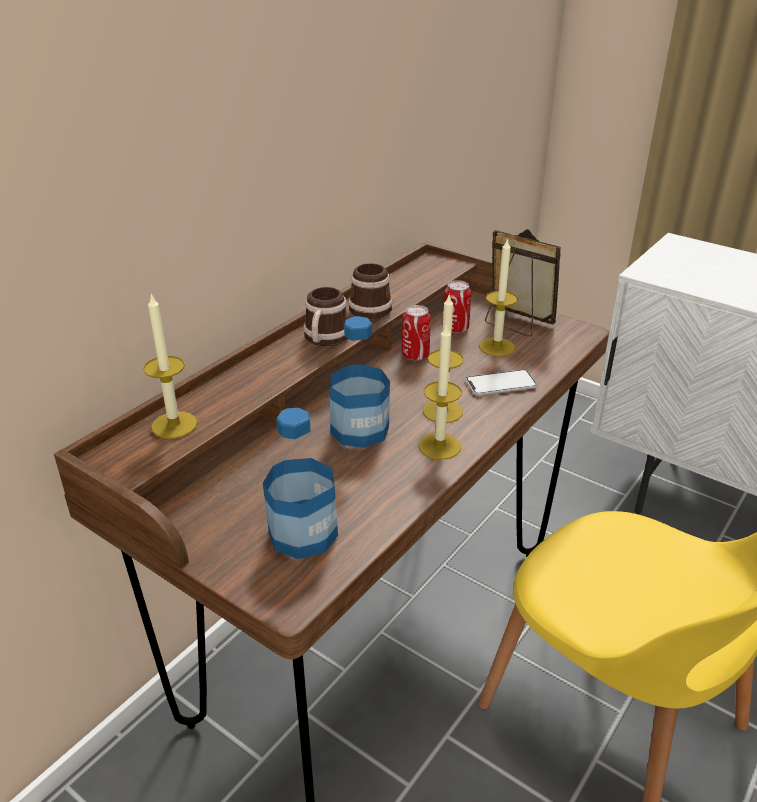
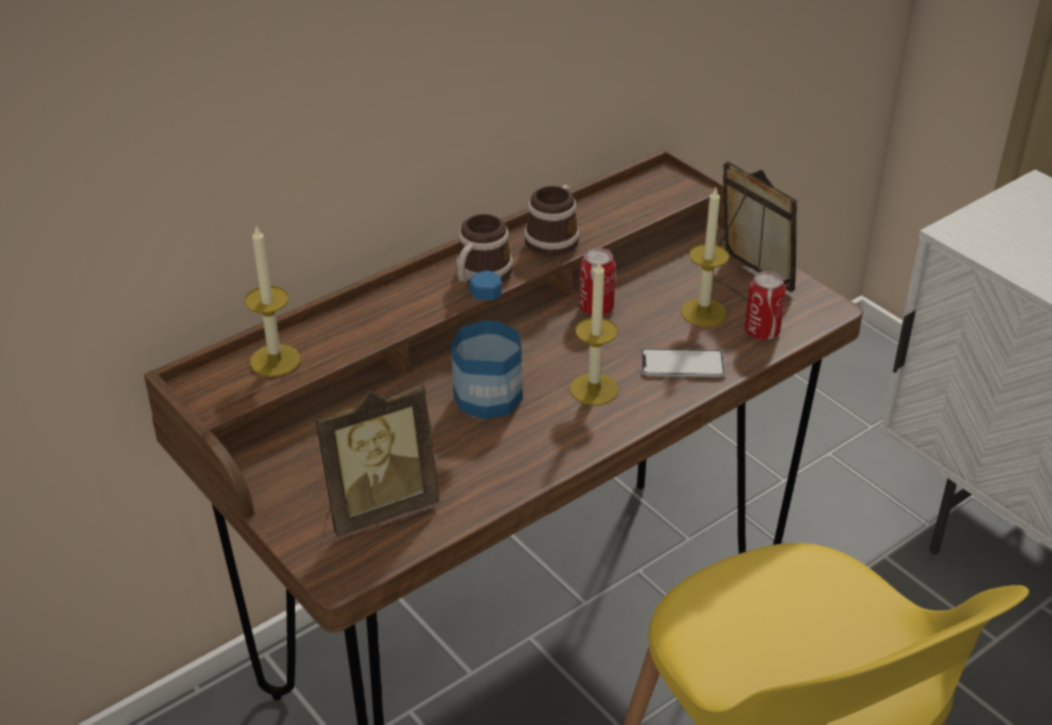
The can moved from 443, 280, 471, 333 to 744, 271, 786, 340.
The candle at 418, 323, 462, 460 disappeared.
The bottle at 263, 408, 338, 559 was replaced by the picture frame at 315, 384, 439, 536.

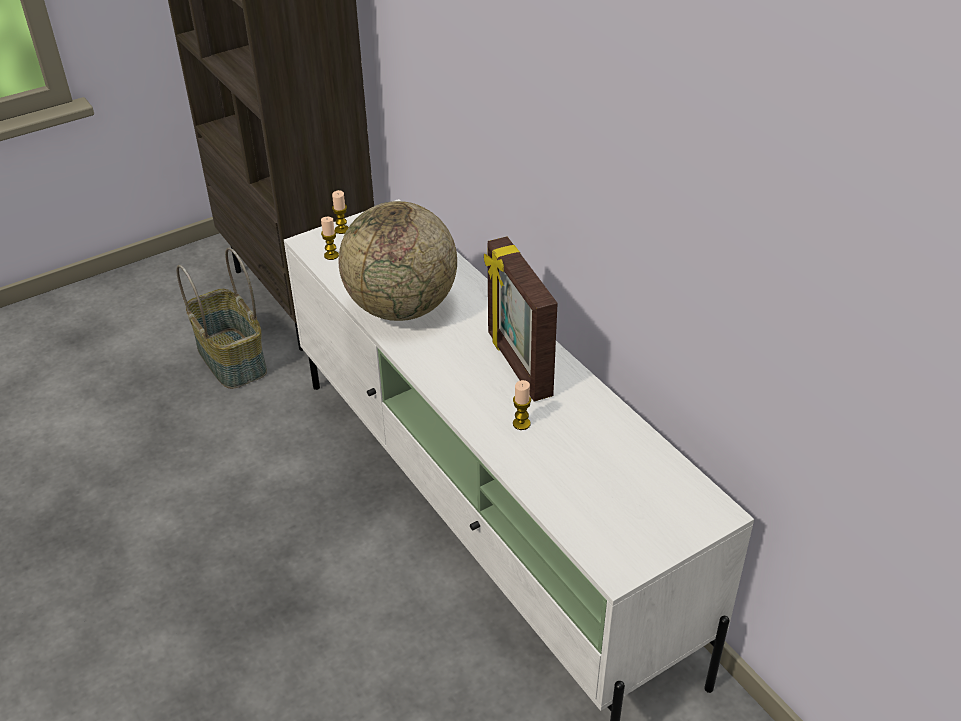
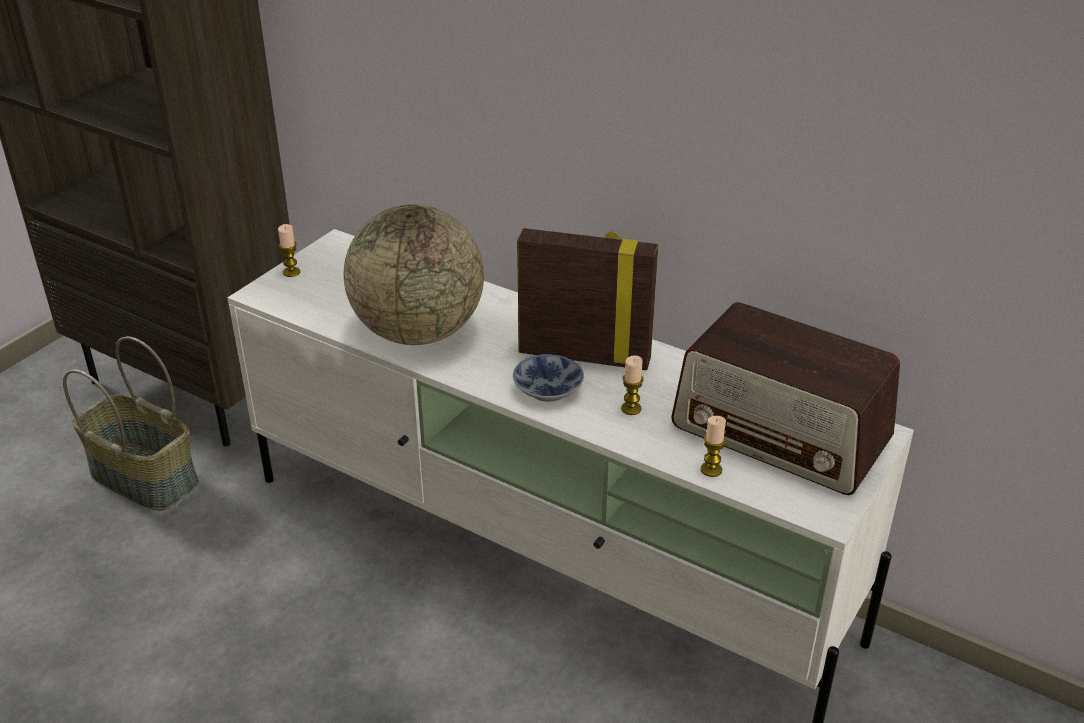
The candle moved from 321, 217, 339, 260 to 701, 416, 726, 477.
The picture frame at 484, 237, 558, 401 turned 150 degrees clockwise.
The radio at 671, 302, 900, 495 appeared.
The bowl at 513, 354, 584, 402 appeared.

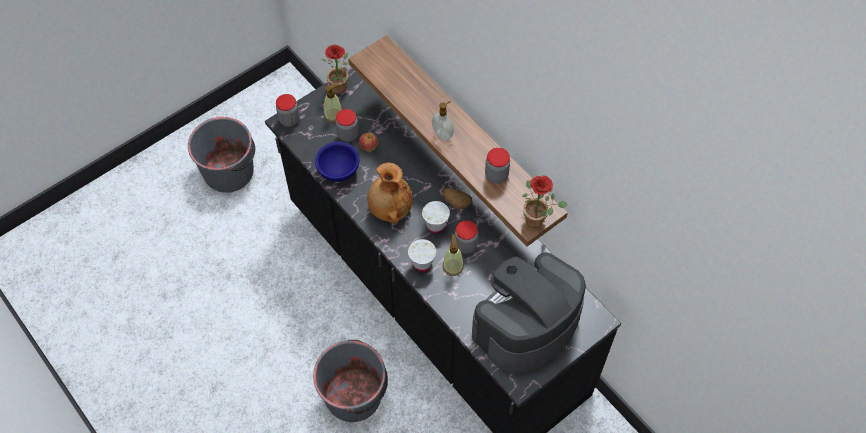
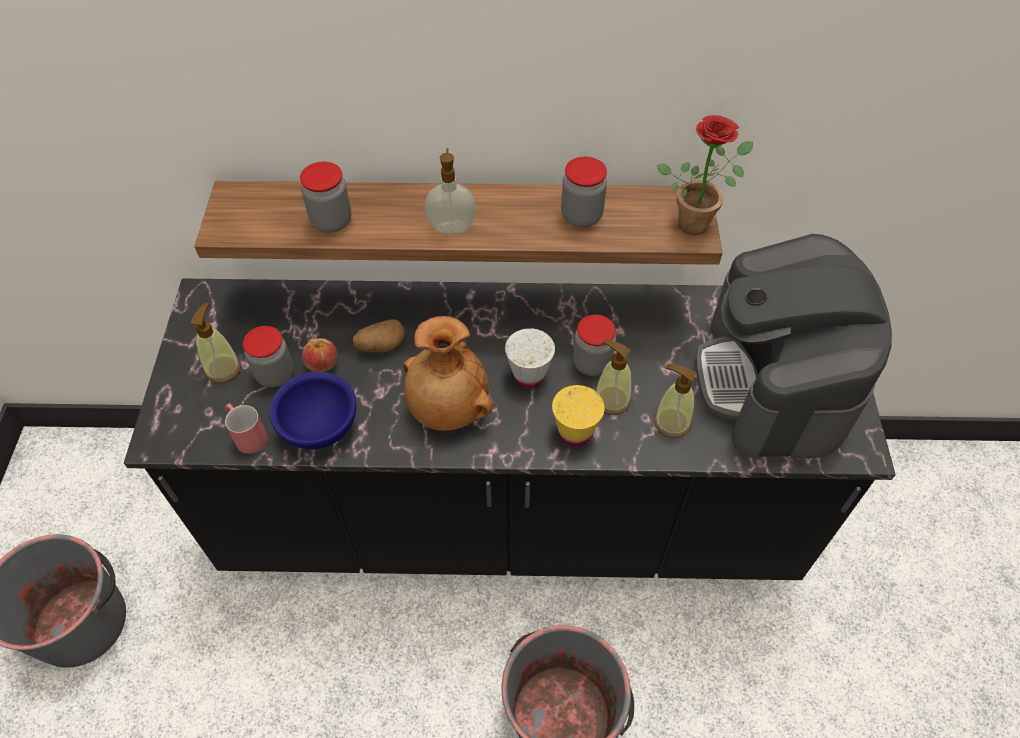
The potted plant at 322, 44, 348, 94 disappeared.
The jar moved from 276, 94, 299, 127 to 300, 162, 351, 233.
The potato moved from 443, 188, 472, 209 to 353, 319, 405, 353.
The white cup at 408, 239, 436, 272 became the yellow cup at 552, 385, 605, 446.
The soap dispenser at 654, 364, 696, 438 appeared.
The red mug at 225, 403, 268, 454 appeared.

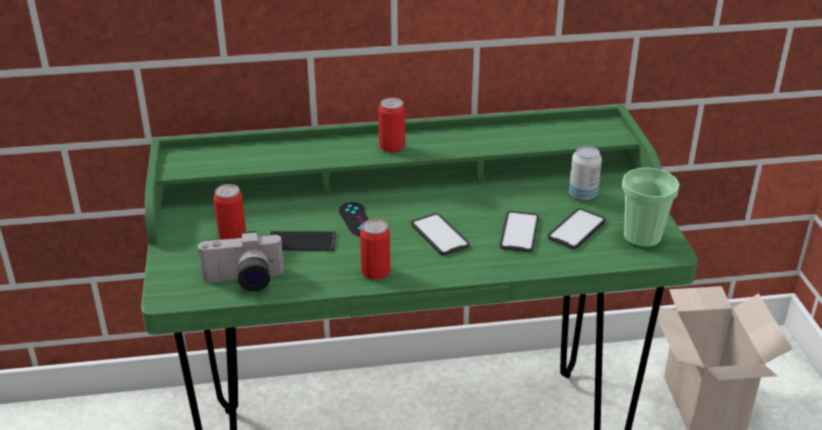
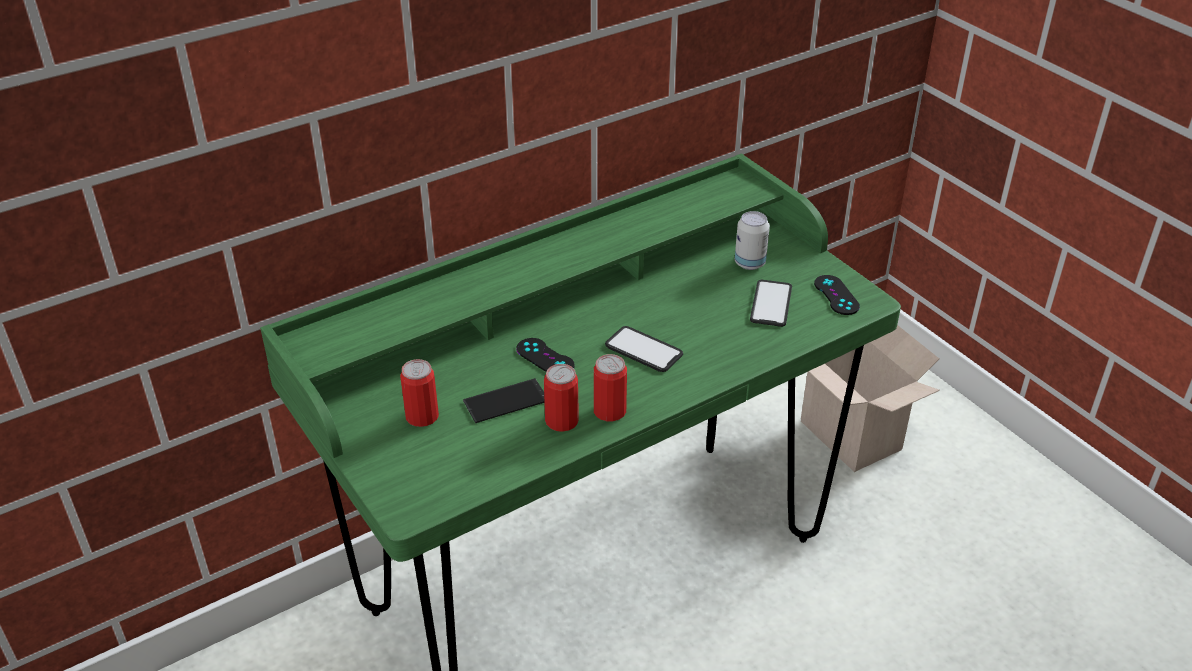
The can moved from 379, 97, 405, 152 to 544, 364, 579, 432.
The cup at 622, 168, 680, 248 was replaced by the black game controller at 814, 275, 860, 315.
The phone at 500, 211, 539, 252 disappeared.
The photo camera at 197, 231, 284, 291 disappeared.

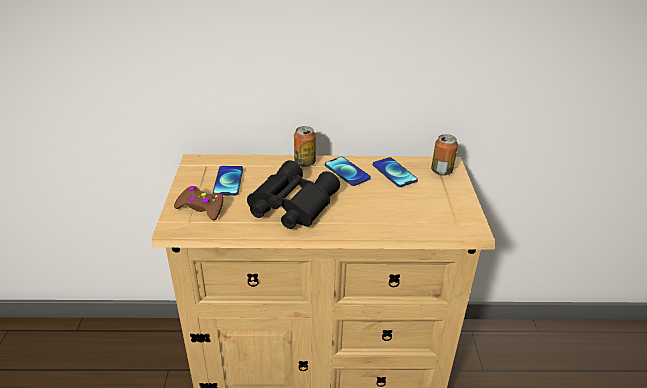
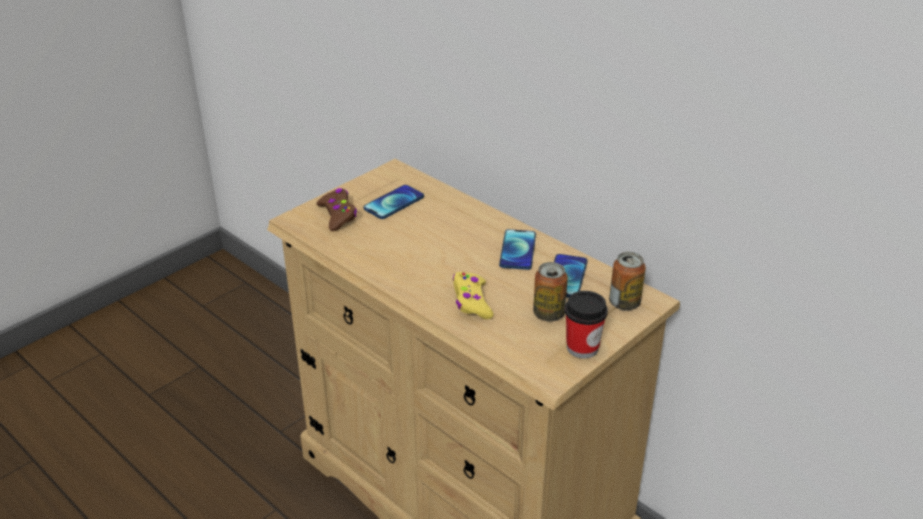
The can moved from 294, 126, 316, 167 to 533, 262, 568, 322.
The black binoculars at 247, 160, 340, 229 disappeared.
The yellow game controller at 453, 272, 493, 319 appeared.
The cup at 565, 291, 608, 359 appeared.

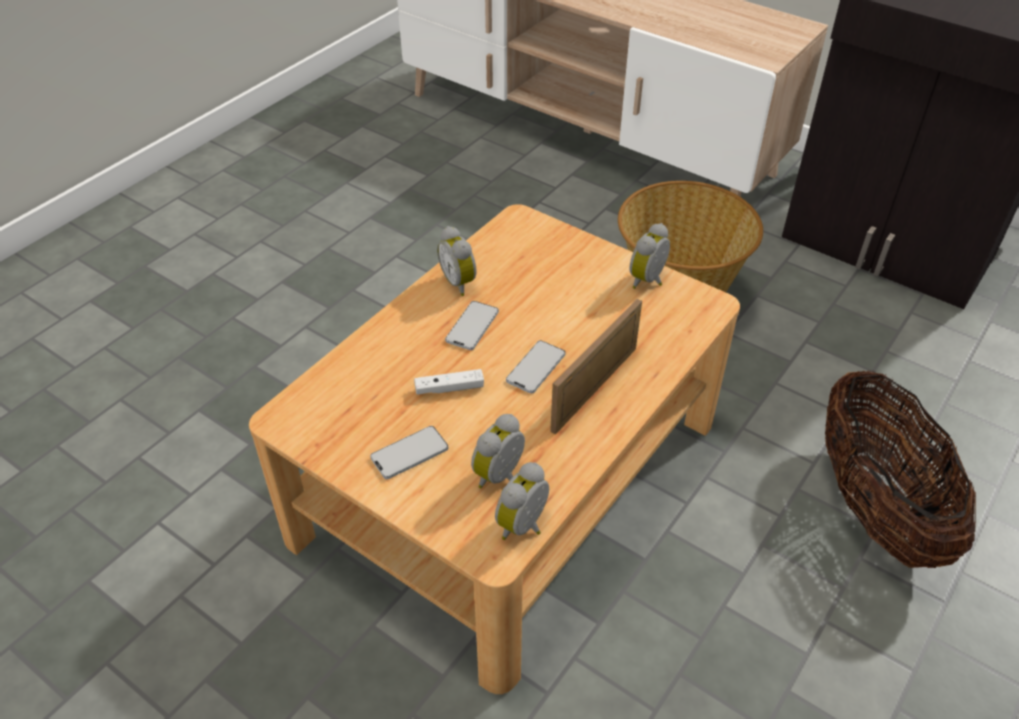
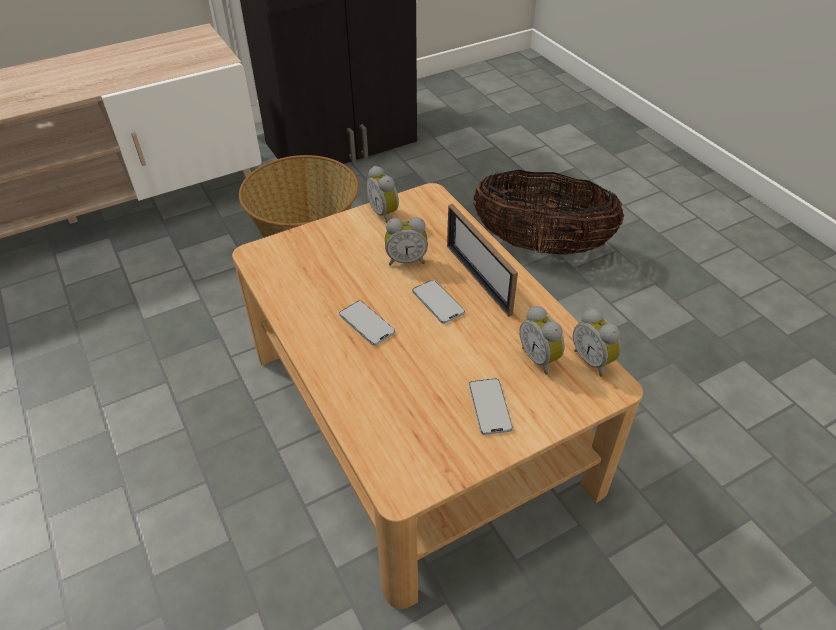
The alarm clock moved from 437, 226, 476, 296 to 385, 217, 428, 266.
The white game controller at 414, 369, 484, 395 disappeared.

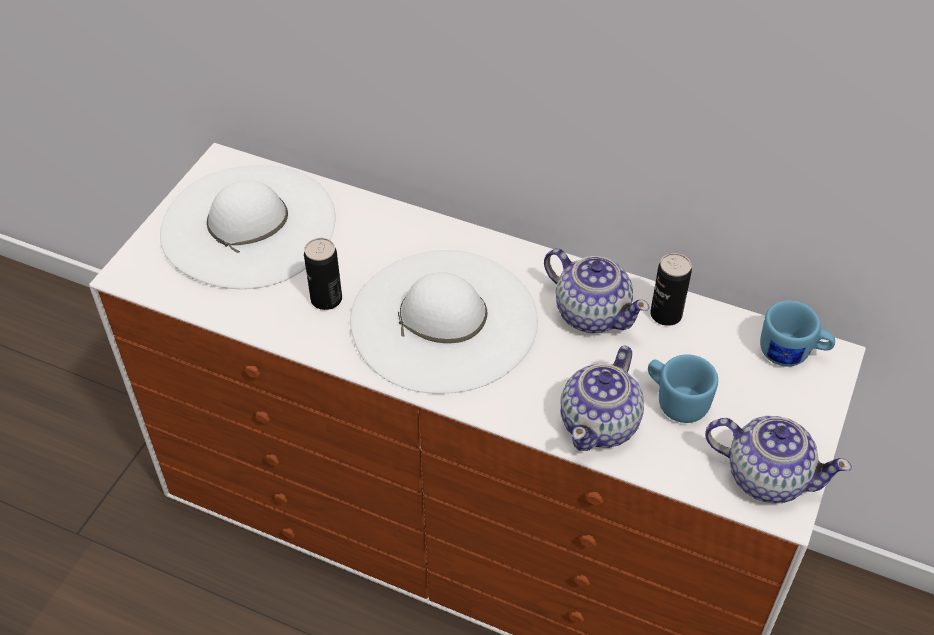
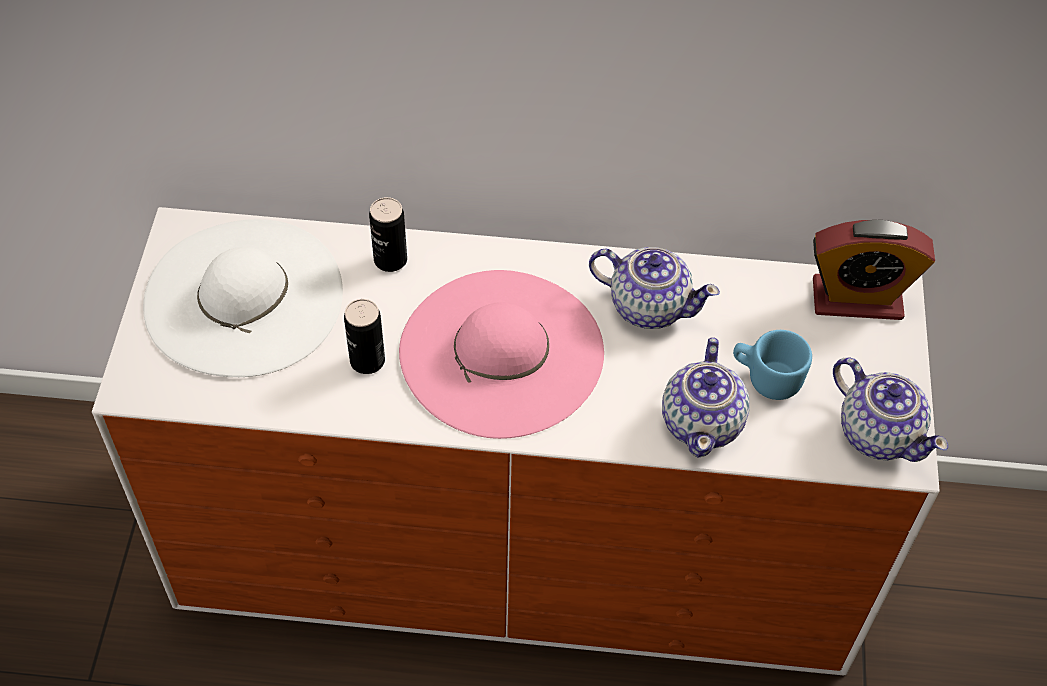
The white hat at 350, 250, 538, 394 became the pink hat at 399, 270, 604, 439.
The can moved from 650, 253, 692, 326 to 369, 197, 407, 272.
The blue mug at 760, 300, 835, 366 was replaced by the alarm clock at 813, 220, 935, 320.
The teapot at 705, 416, 852, 503 turned 45 degrees clockwise.

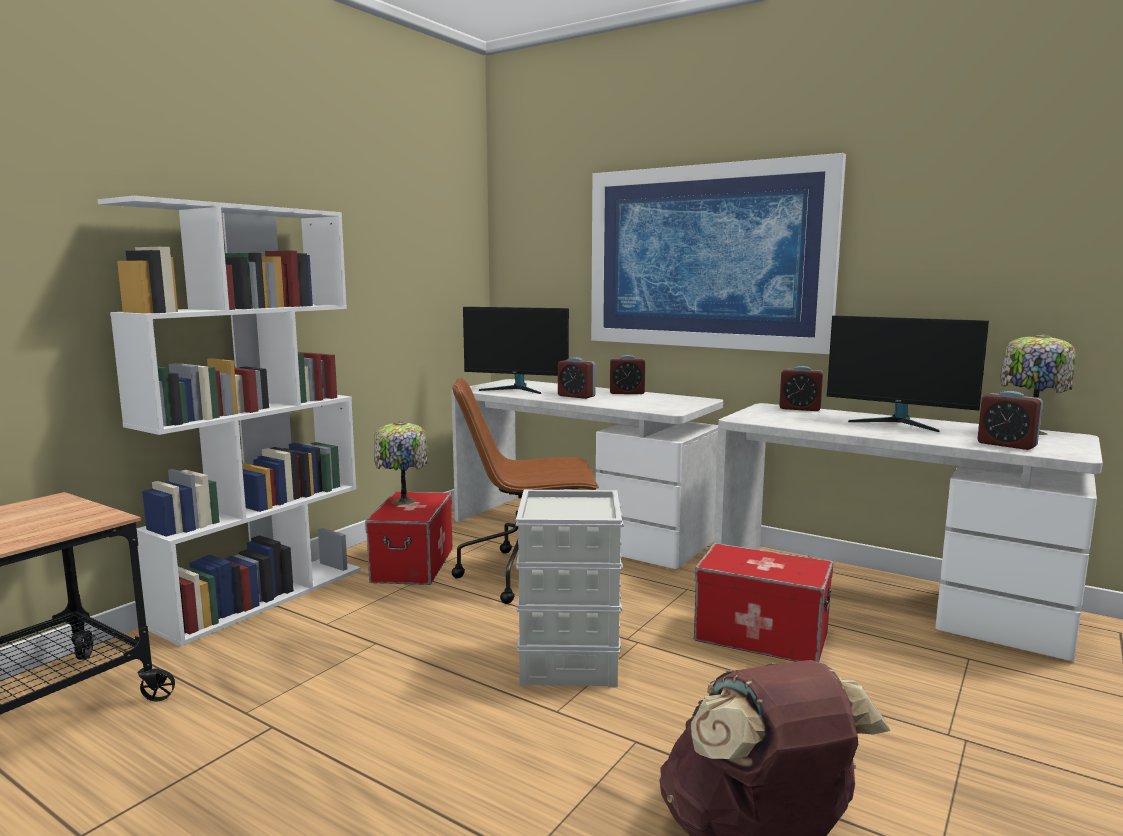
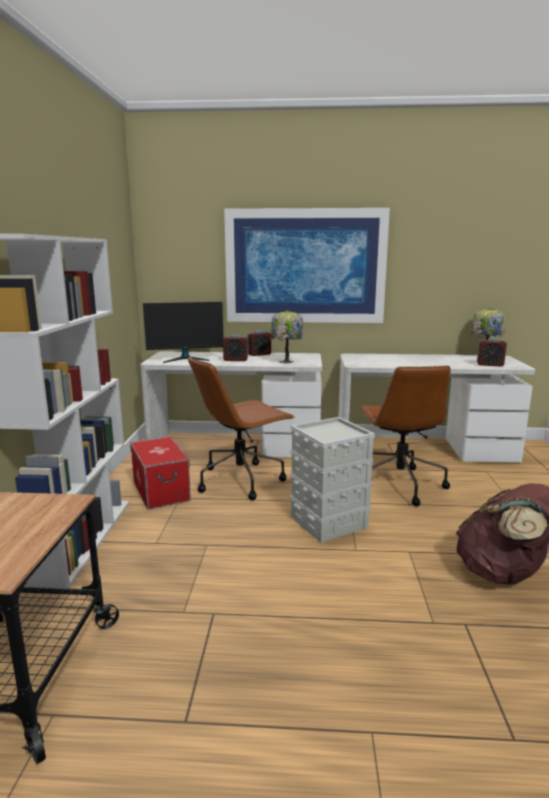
The monitor at 827, 315, 989, 432 disappeared.
The alarm clock at 779, 366, 823, 411 disappeared.
The table lamp moved from 374, 421, 427, 505 to 271, 310, 303, 363.
The storage box at 694, 543, 834, 662 was replaced by the brown office chair at 360, 366, 451, 506.

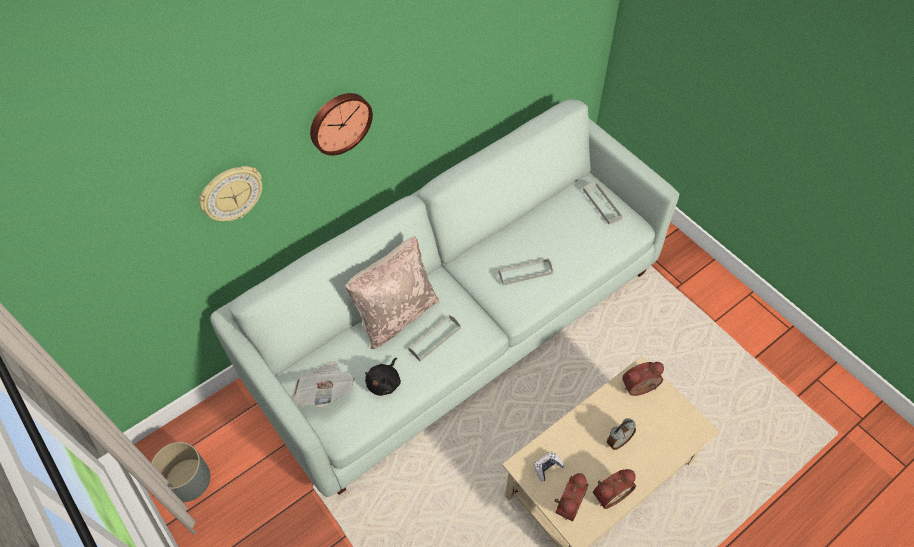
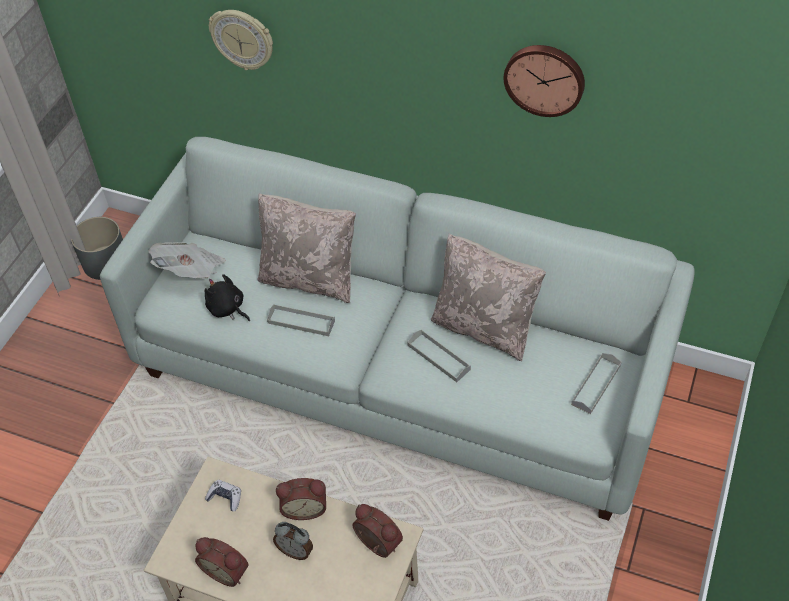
The wall clock moved from 310, 93, 373, 155 to 504, 45, 585, 117.
The black plush toy at 365, 358, 401, 396 turned 45 degrees clockwise.
The alarm clock moved from 554, 473, 589, 521 to 276, 478, 326, 520.
The beige pillow at 431, 233, 546, 361 appeared.

